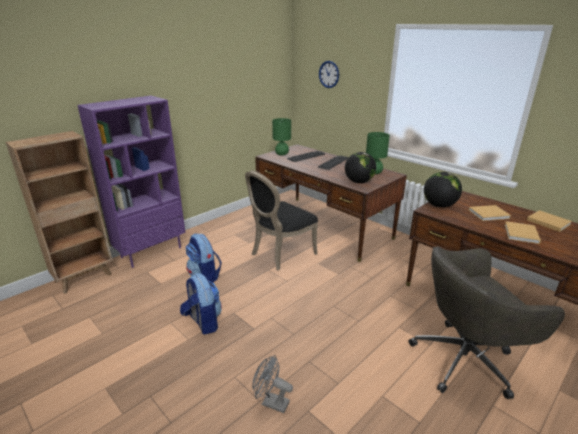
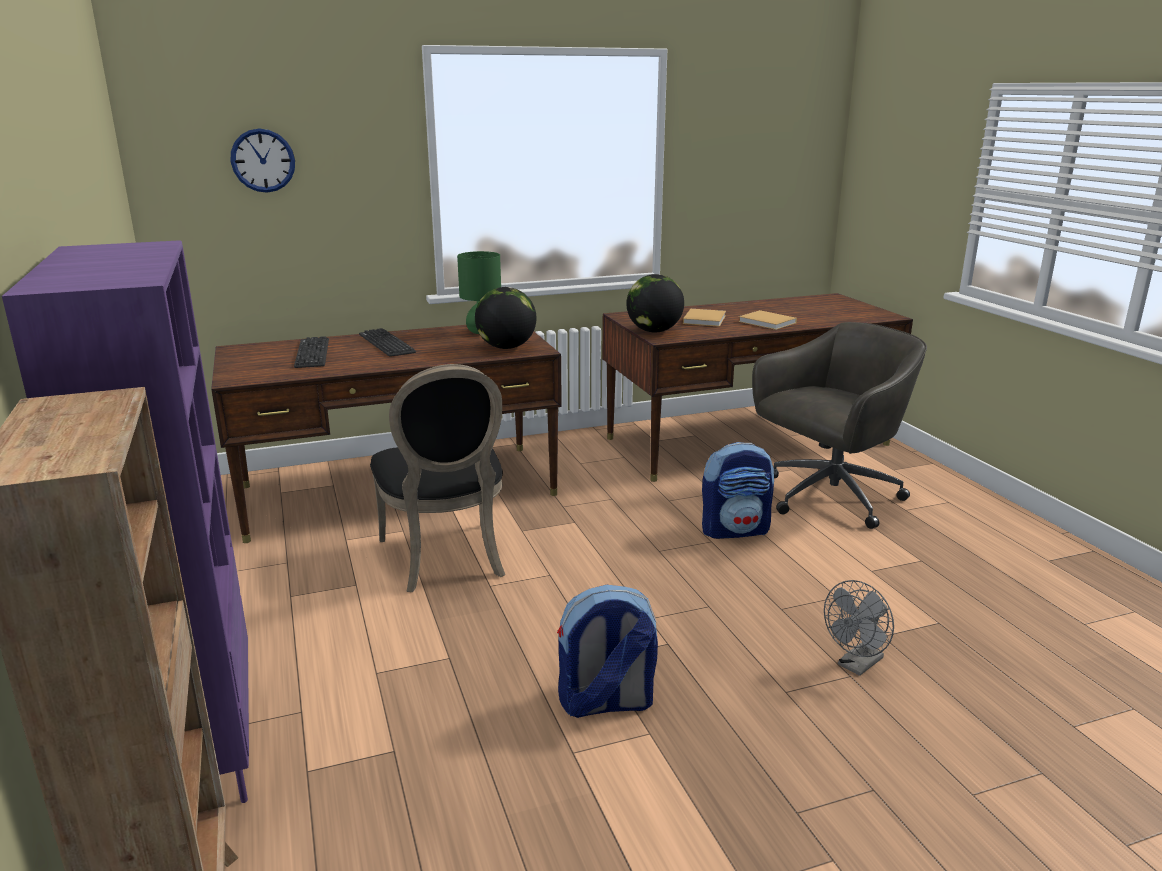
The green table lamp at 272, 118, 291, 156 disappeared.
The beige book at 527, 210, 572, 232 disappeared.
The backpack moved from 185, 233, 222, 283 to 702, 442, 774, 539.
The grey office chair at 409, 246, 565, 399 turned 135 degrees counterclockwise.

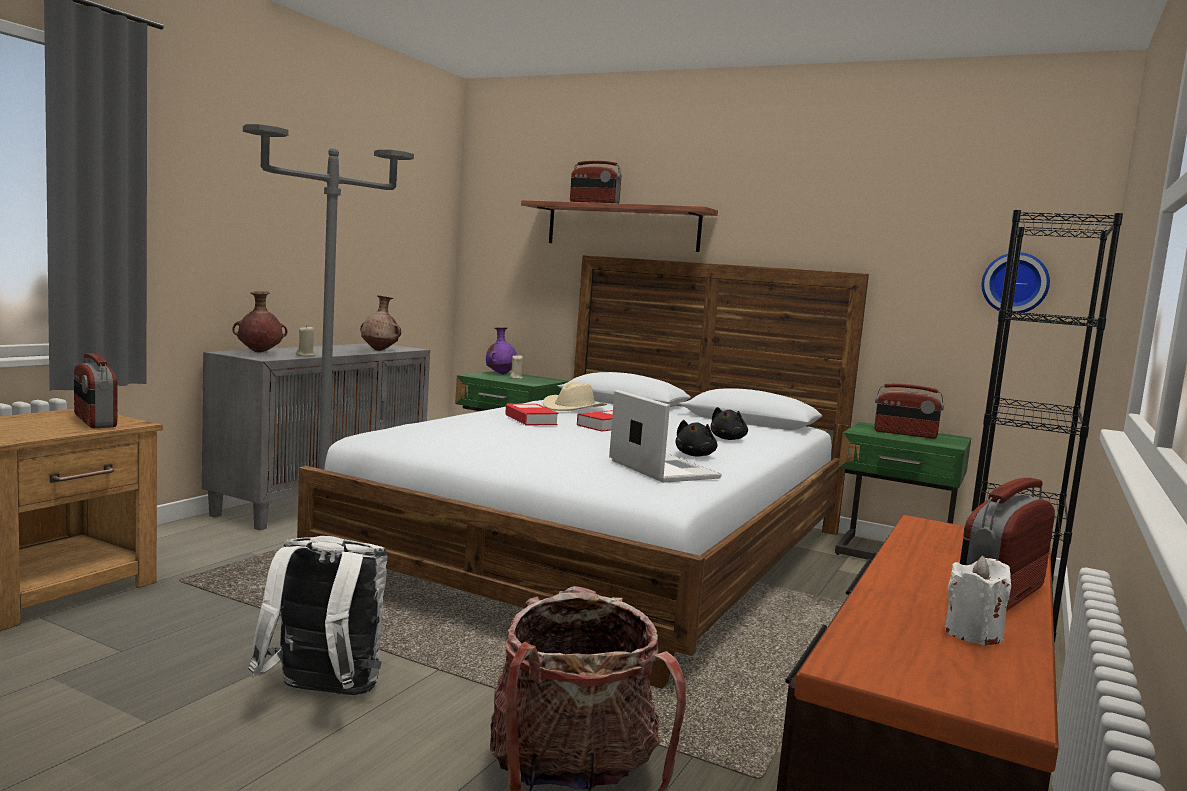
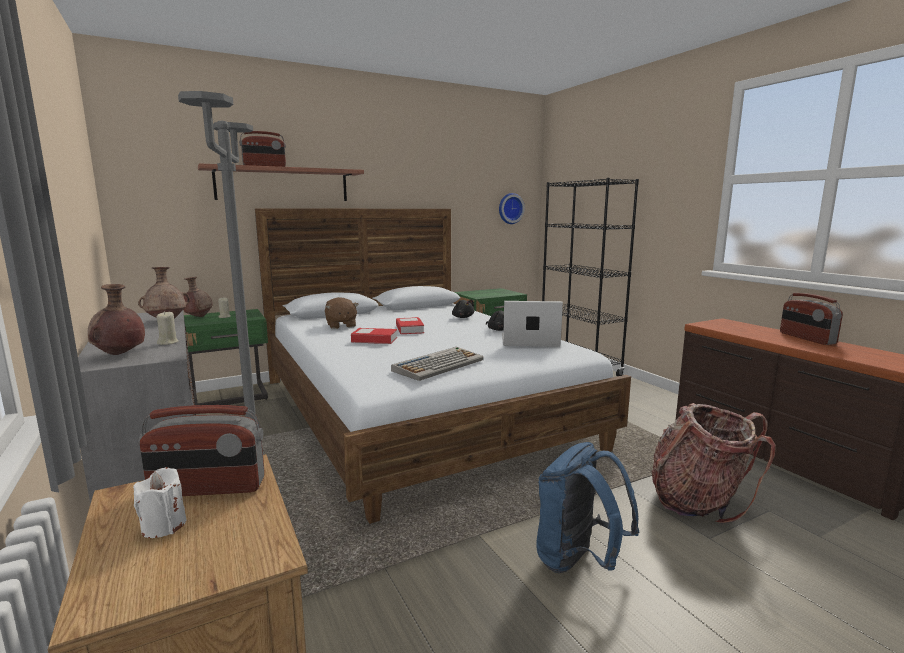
The purple vase at 486, 327, 517, 374 became the brown vase at 183, 277, 213, 317.
The beige hat at 543, 382, 607, 411 was replaced by the brown plush toy at 325, 297, 359, 329.
The radio at 874, 384, 944, 439 disappeared.
The white backpack at 248, 536, 388, 695 became the blue backpack at 536, 442, 639, 573.
The white candle moved from 945, 556, 1011, 646 to 133, 467, 186, 538.
The keyboard at 391, 347, 484, 381 appeared.

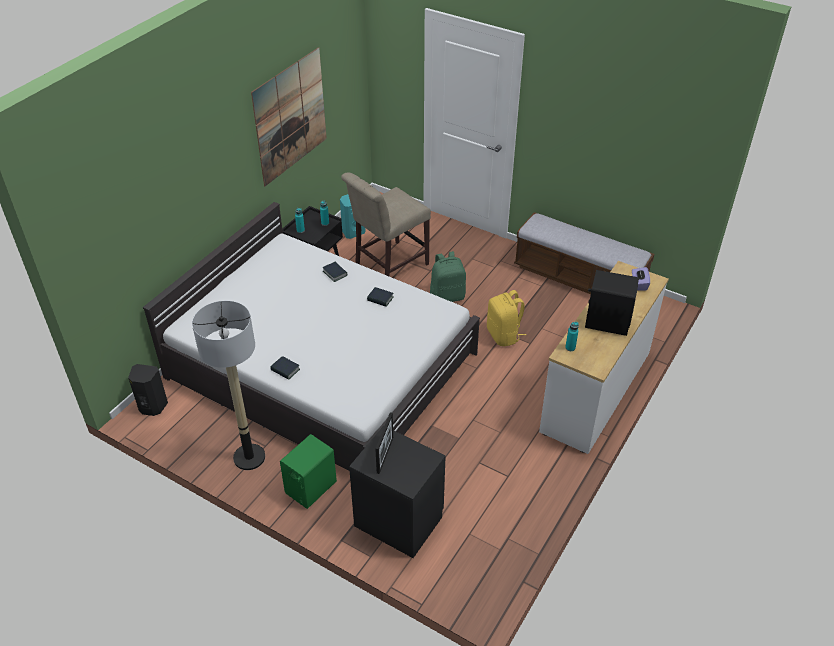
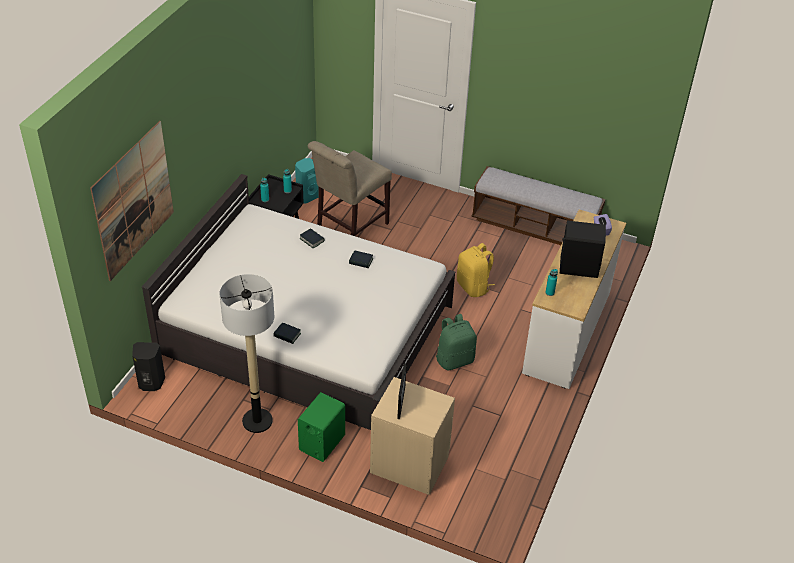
The picture moved from 251, 47, 327, 186 to 90, 121, 174, 281.
The green backpack moved from 430, 251, 466, 302 to 436, 314, 477, 371.
The black nightstand at 349, 426, 446, 558 became the beige nightstand at 370, 377, 455, 495.

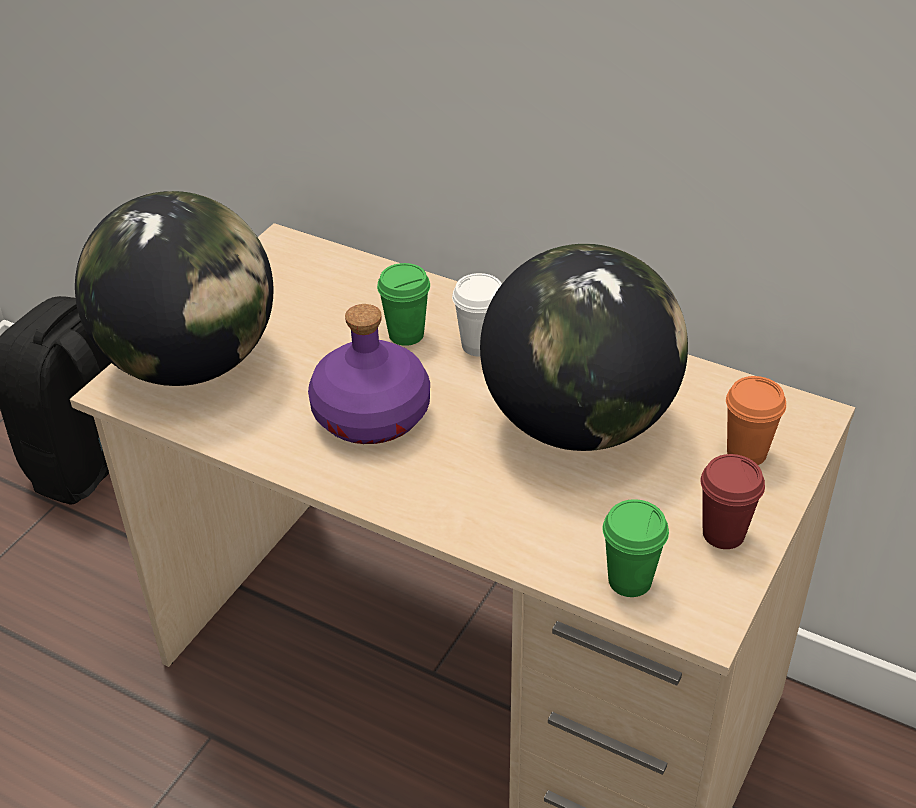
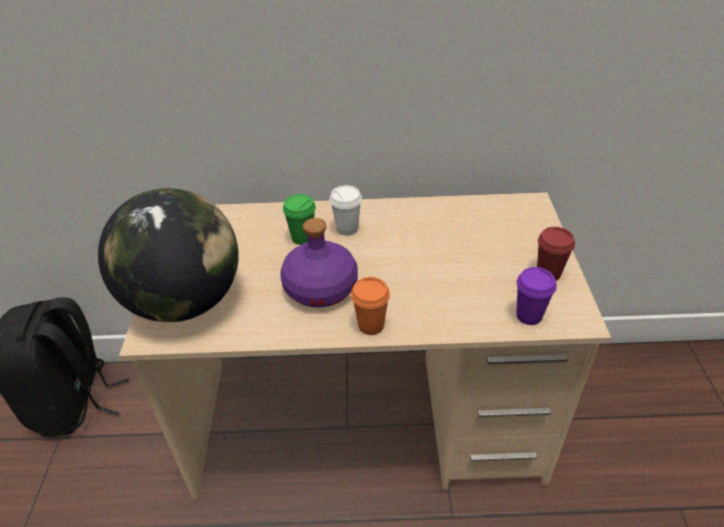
The globe at 480, 244, 688, 451 disappeared.
The orange cup moved from 726, 376, 786, 465 to 351, 277, 390, 335.
The green cup at 603, 499, 669, 597 became the purple cup at 516, 267, 556, 325.

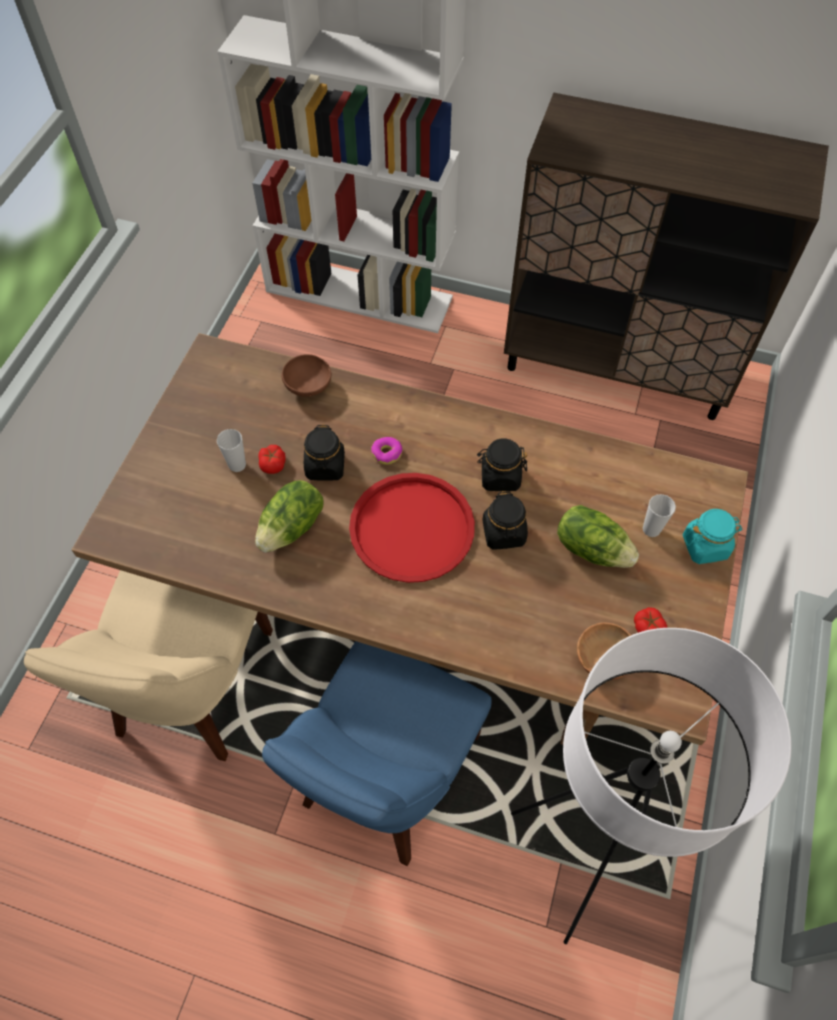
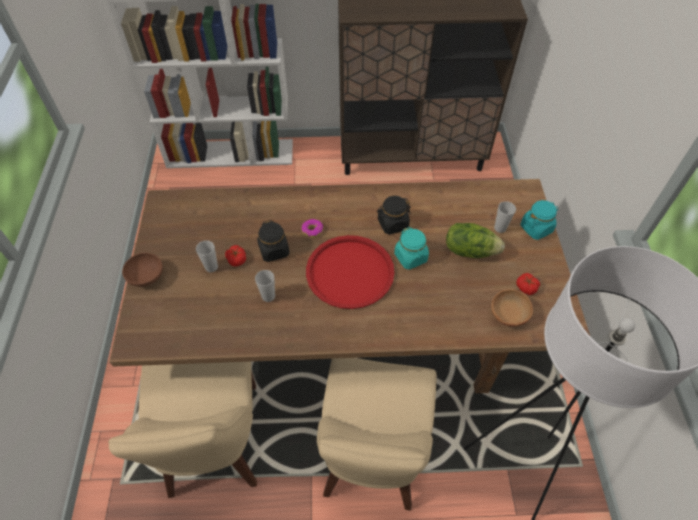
The brown bowl moved from 282, 354, 331, 397 to 122, 253, 163, 287.
The lettuce at 255, 480, 324, 553 was replaced by the cup at 255, 270, 275, 302.
The black jar at 482, 491, 528, 550 became the turquoise jar at 394, 227, 429, 270.
The blue chair at 262, 641, 492, 866 became the beige chair at 317, 358, 437, 511.

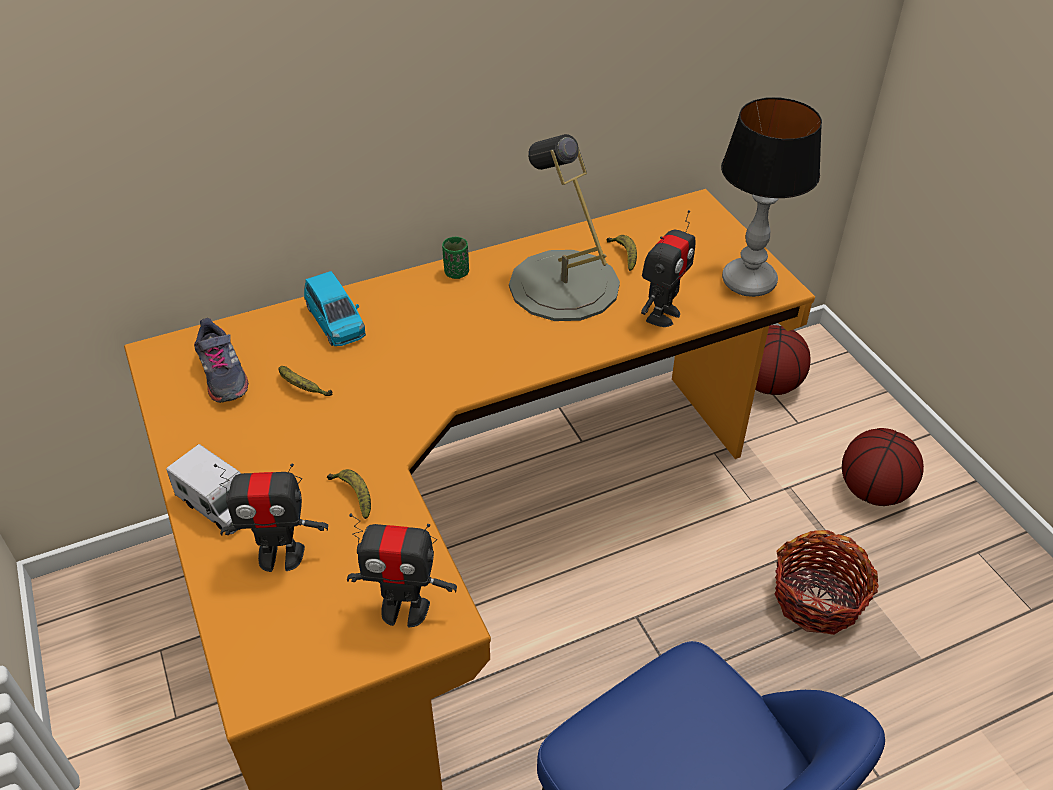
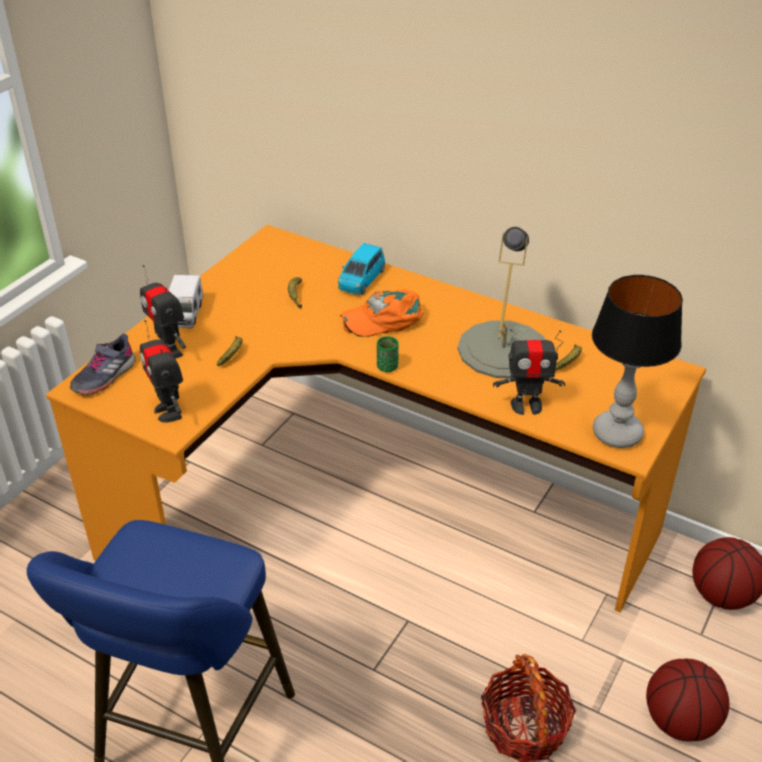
The green cup moved from 442, 237, 469, 279 to 377, 336, 399, 372.
The grey shoe moved from 194, 318, 249, 403 to 70, 334, 136, 395.
The orange cap at 340, 289, 424, 337 appeared.

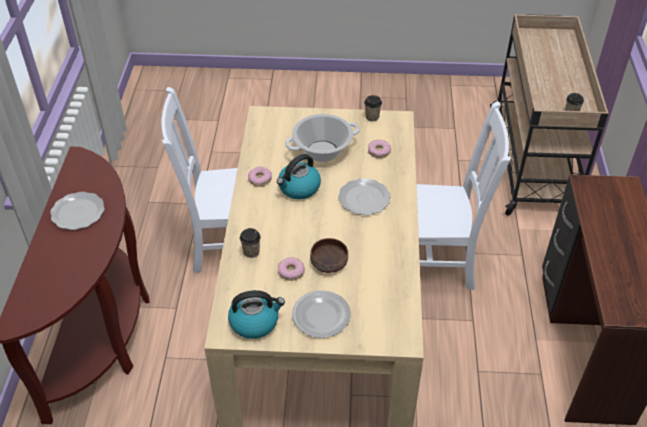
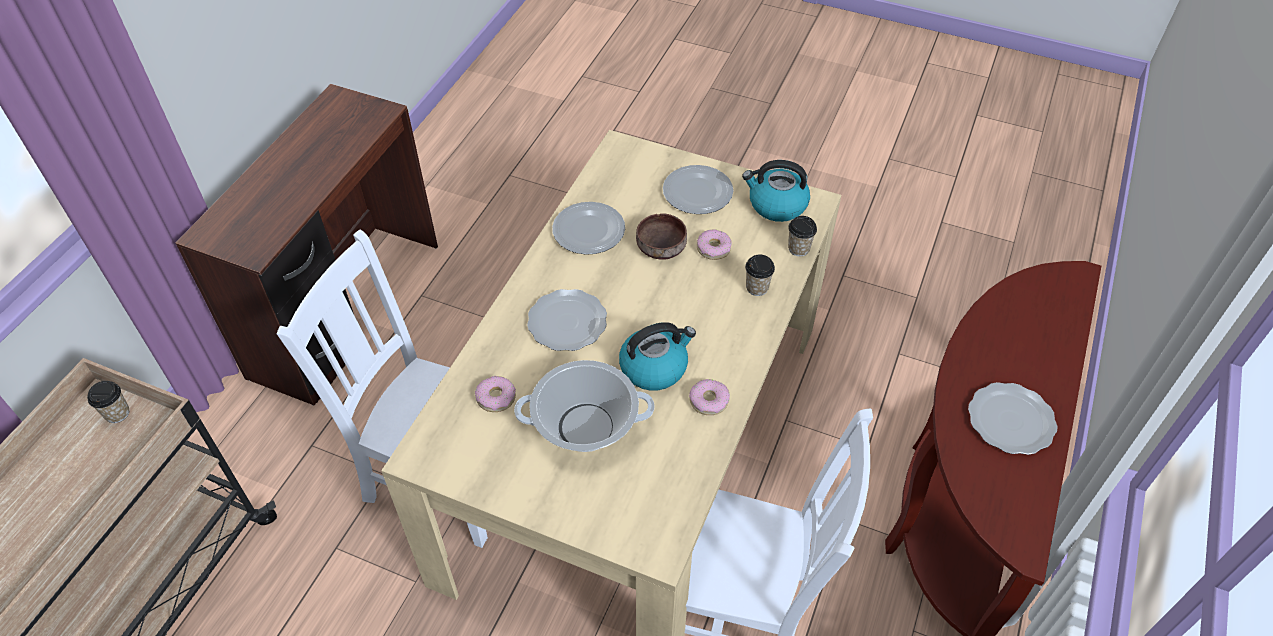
The cup moved from 364, 95, 382, 121 to 788, 216, 817, 256.
The plate at 552, 202, 625, 255 appeared.

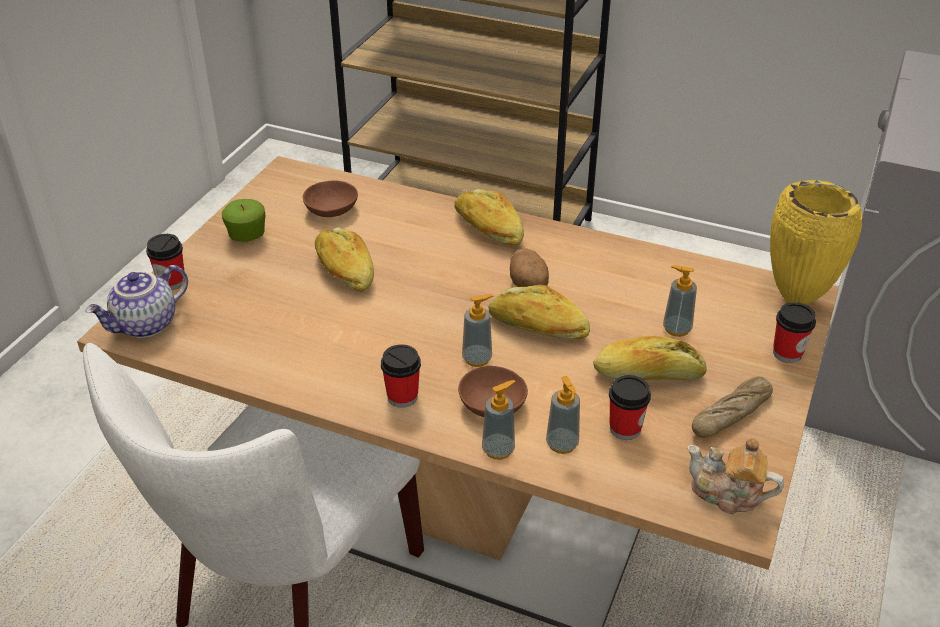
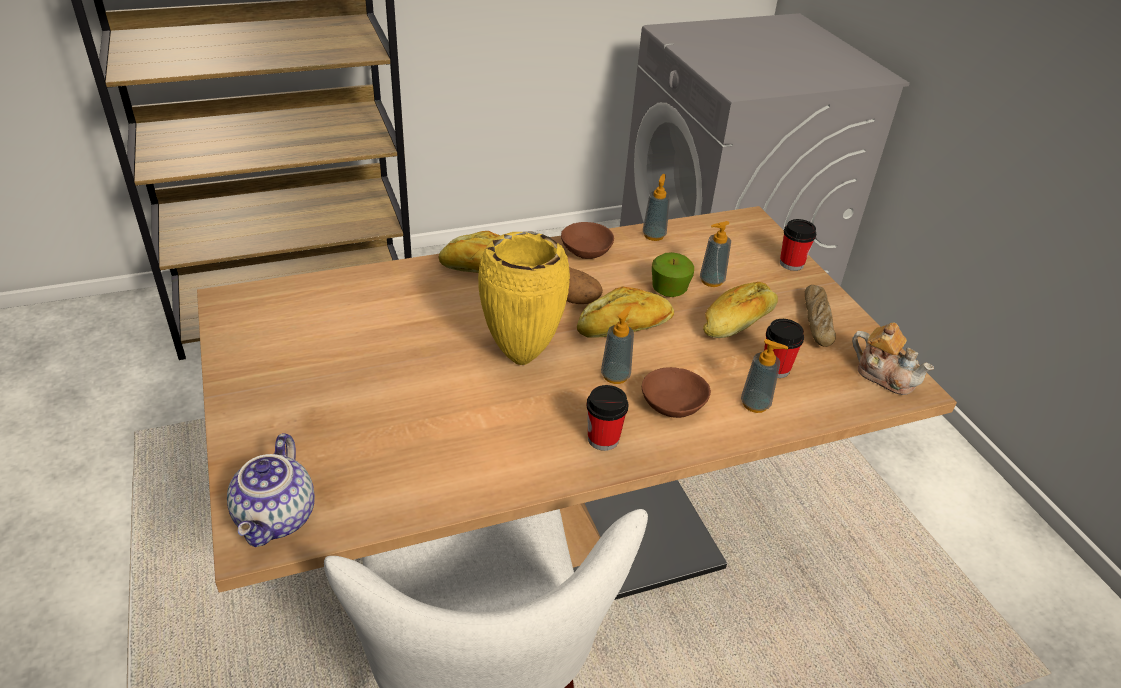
The brown bowl moved from 303, 180, 358, 217 to 561, 222, 614, 259.
The yellow vase moved from 770, 180, 863, 305 to 478, 231, 570, 365.
The apple moved from 222, 199, 265, 242 to 652, 252, 694, 297.
The bread at 315, 227, 374, 291 disappeared.
The cup at 146, 234, 184, 290 disappeared.
The soap dispenser moved from 482, 380, 515, 460 to 643, 174, 670, 241.
The teapot at 687, 438, 784, 514 turned 120 degrees counterclockwise.

